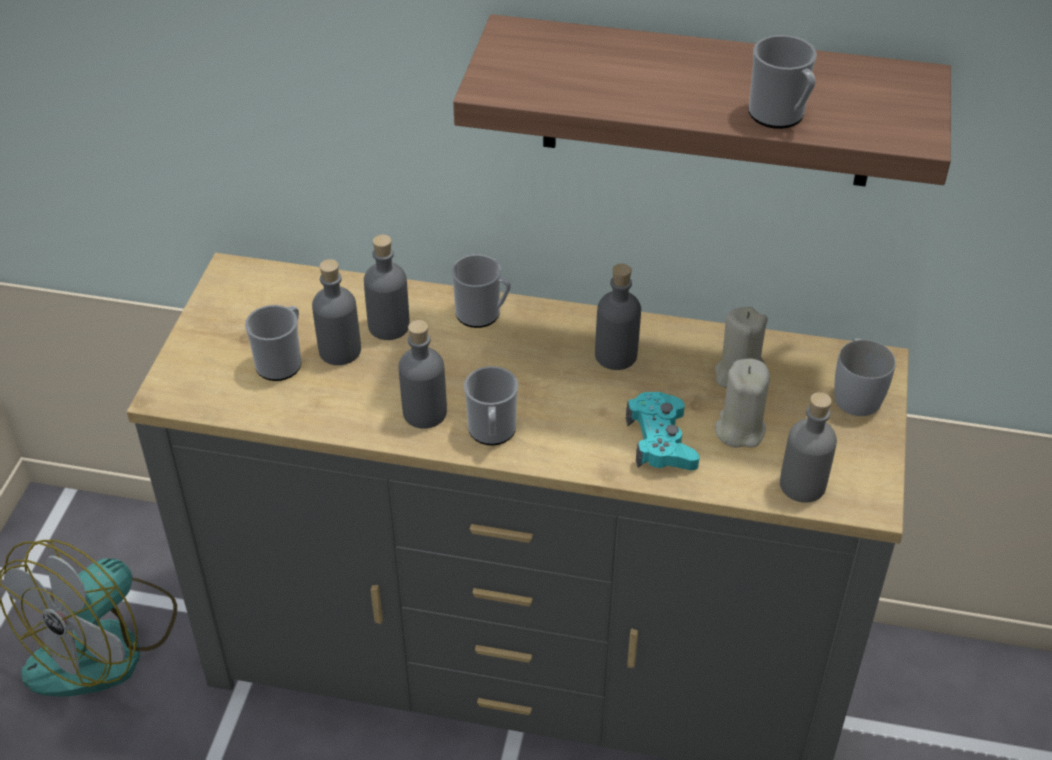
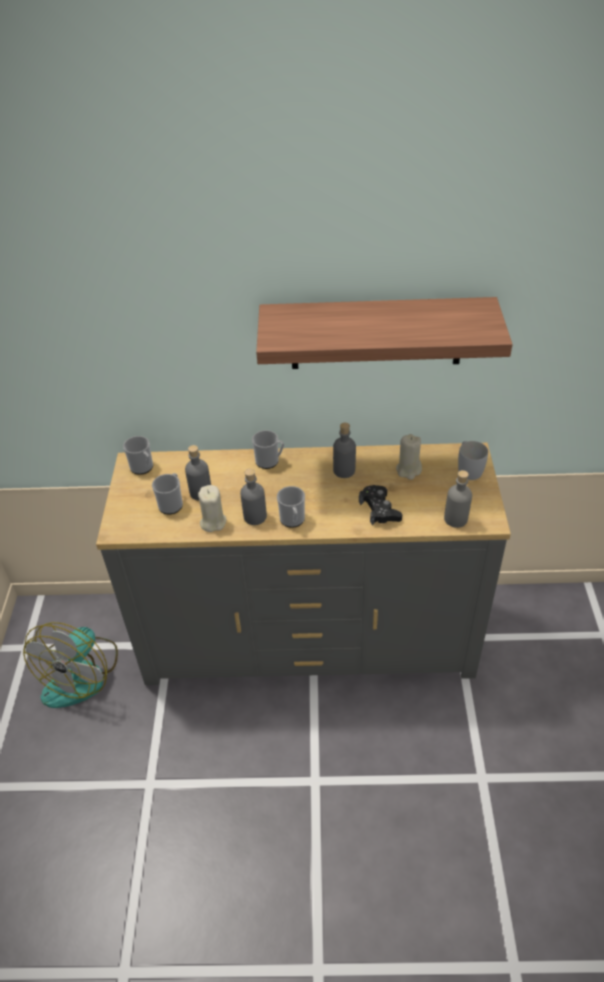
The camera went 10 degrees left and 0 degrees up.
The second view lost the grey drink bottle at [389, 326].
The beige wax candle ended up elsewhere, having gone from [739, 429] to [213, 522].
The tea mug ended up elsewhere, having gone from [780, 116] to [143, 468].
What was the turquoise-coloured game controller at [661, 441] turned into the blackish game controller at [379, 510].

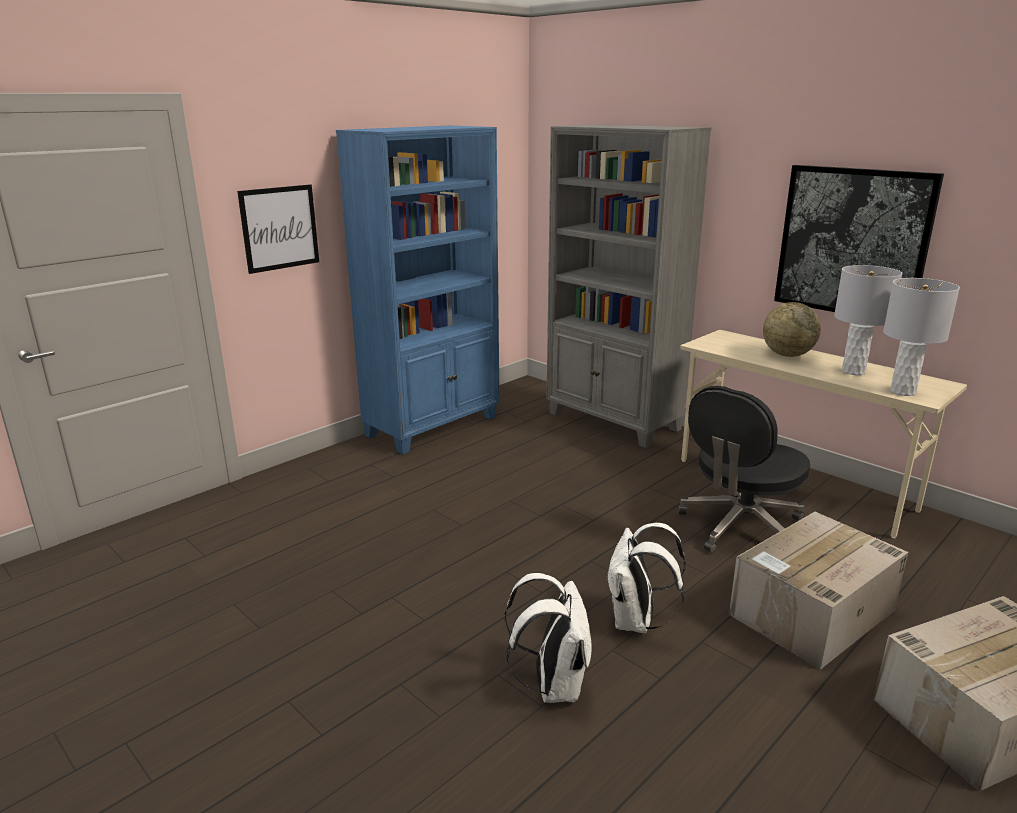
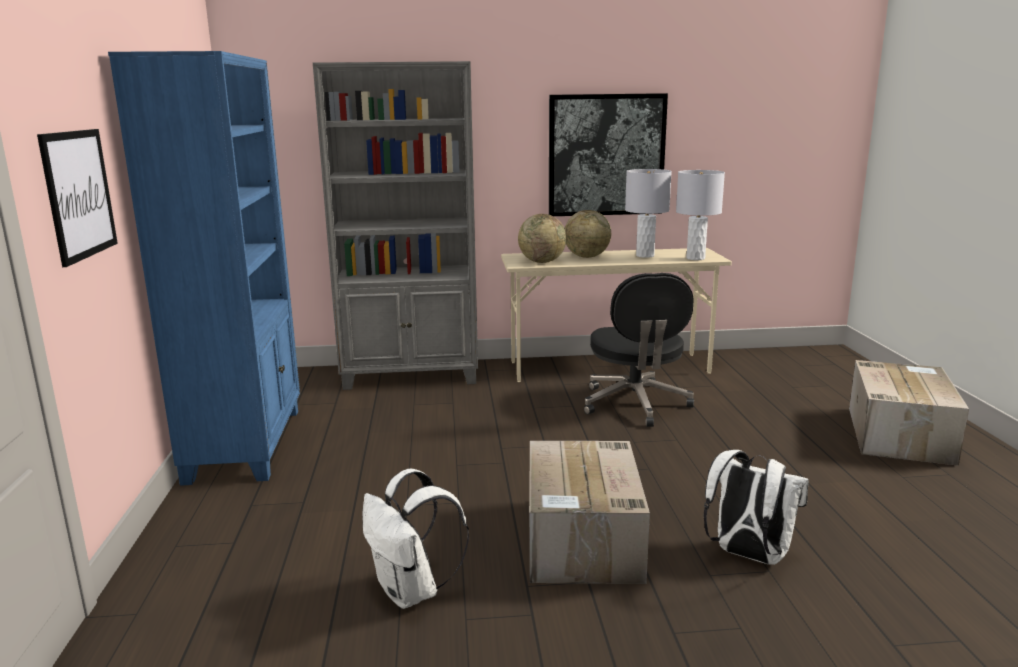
The camera went 50 degrees left and 5 degrees down.
The second view gained the world globe at [542, 262].
The white-coloured knapsack ended up elsewhere, having gone from [636, 622] to [412, 592].
The cardboard box ended up elsewhere, having gone from [811, 613] to [583, 540].

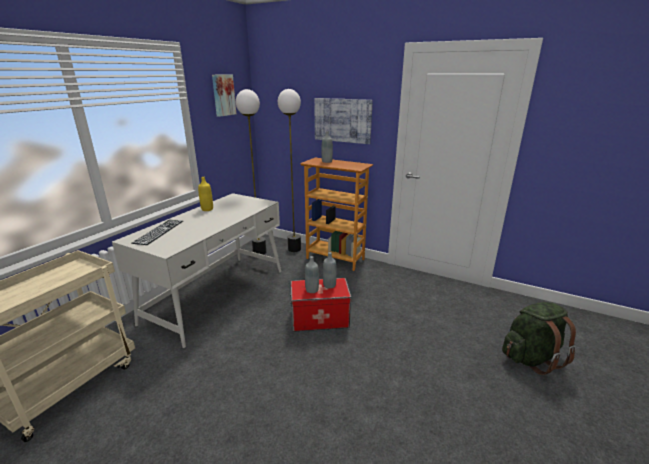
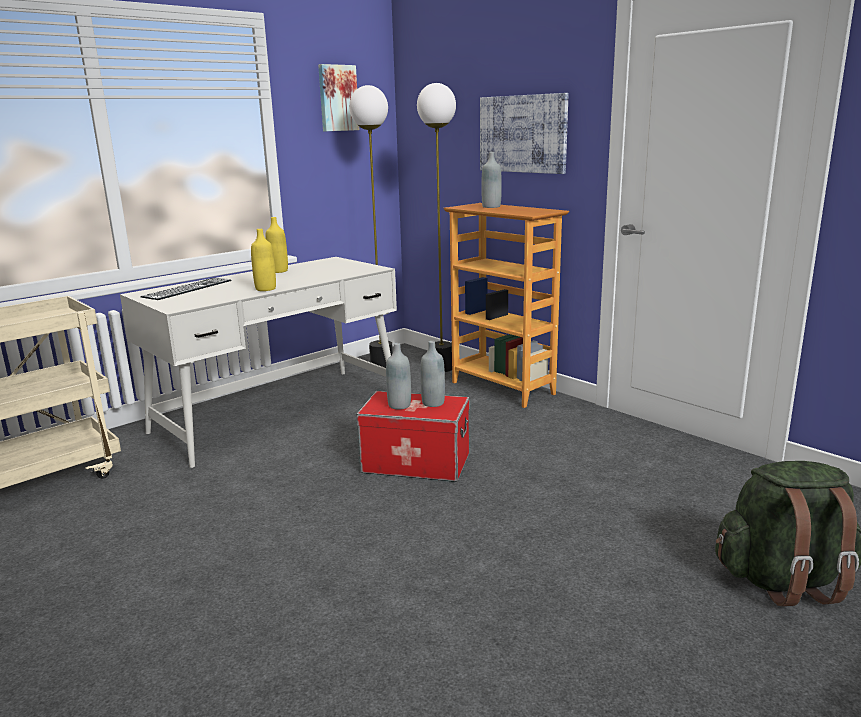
The camera went 20 degrees right and 5 degrees down.
The second view gained the yellow drink bottle at [265, 289].

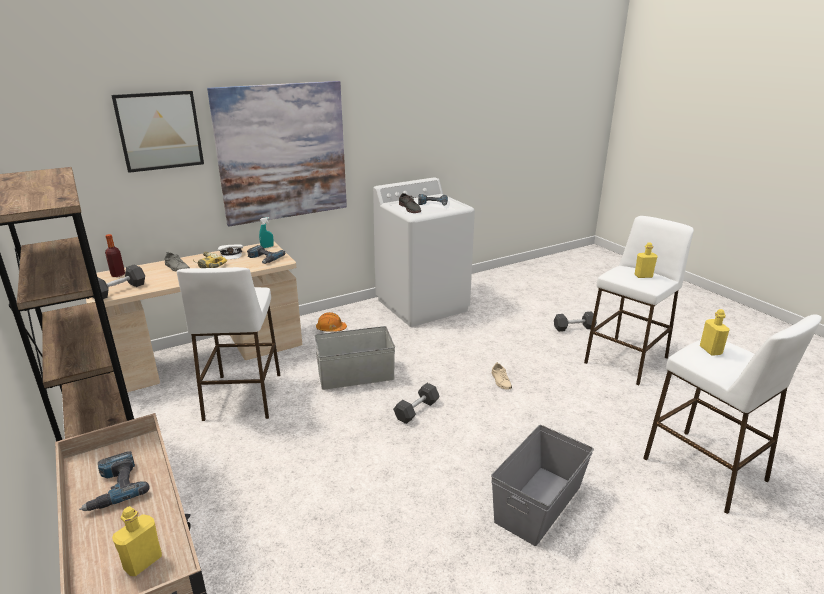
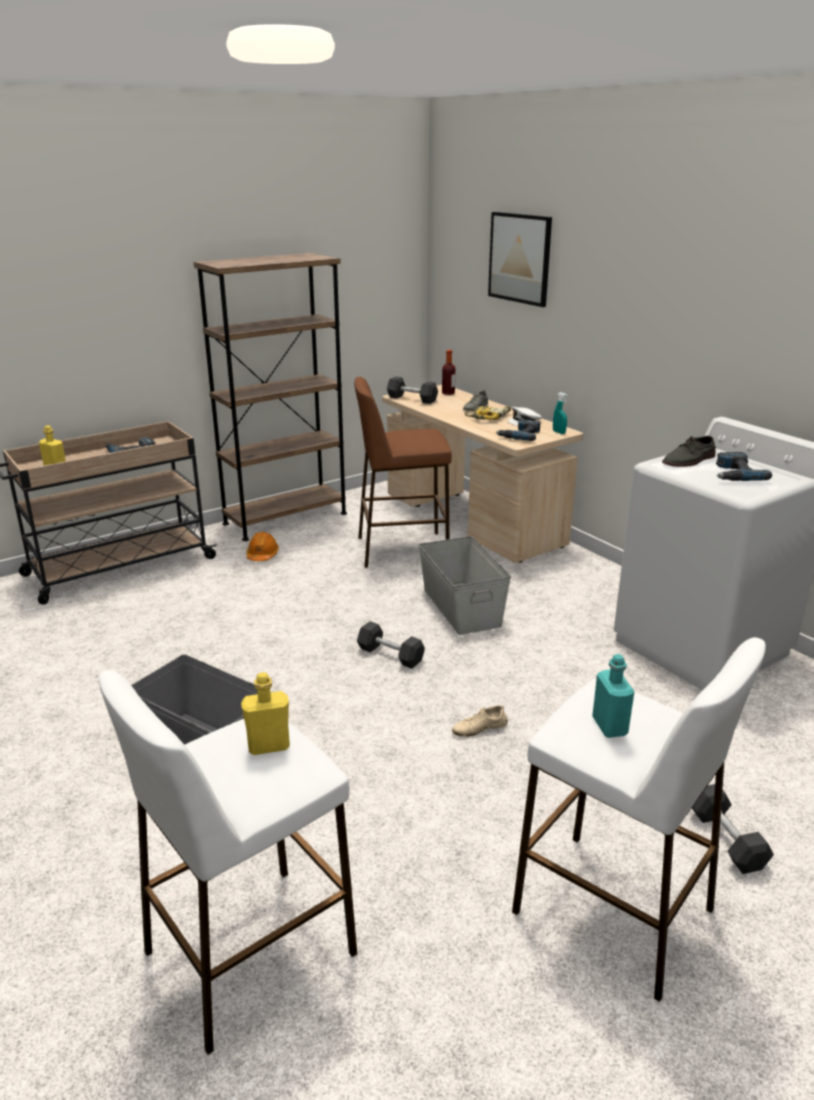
The camera went 85 degrees right and 0 degrees up.
The second view lost the picture at [282, 152].
The orange work helmet ended up elsewhere, having gone from [331, 329] to [262, 555].
What was the white-coloured stool seat at [243, 397] turned into the brown-coloured stool seat at [401, 549].
What was the yellow drink bottle at [643, 276] turned into the turquoise-coloured drink bottle at [609, 726].

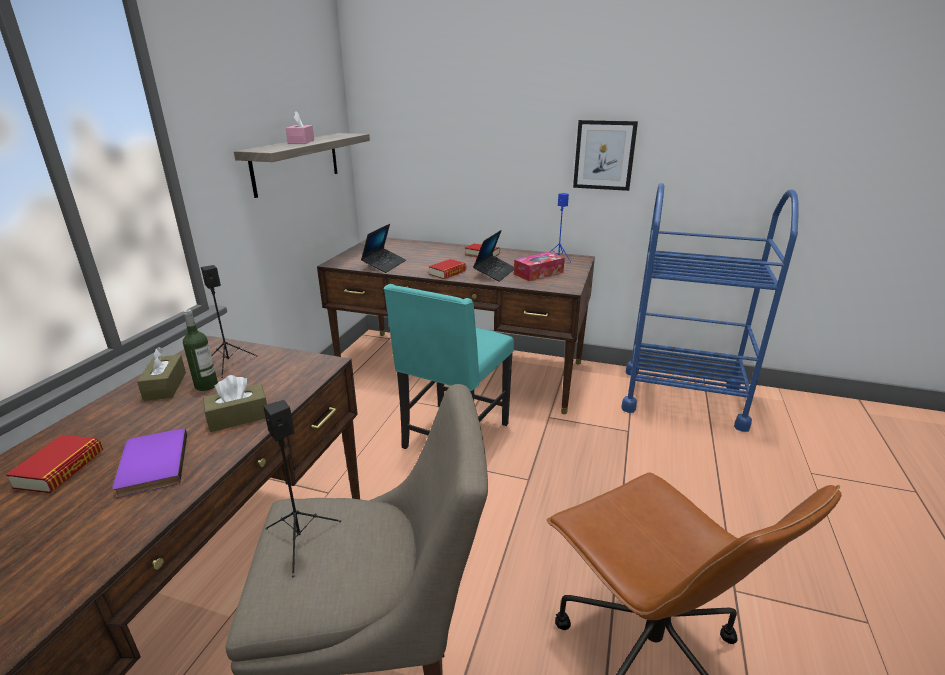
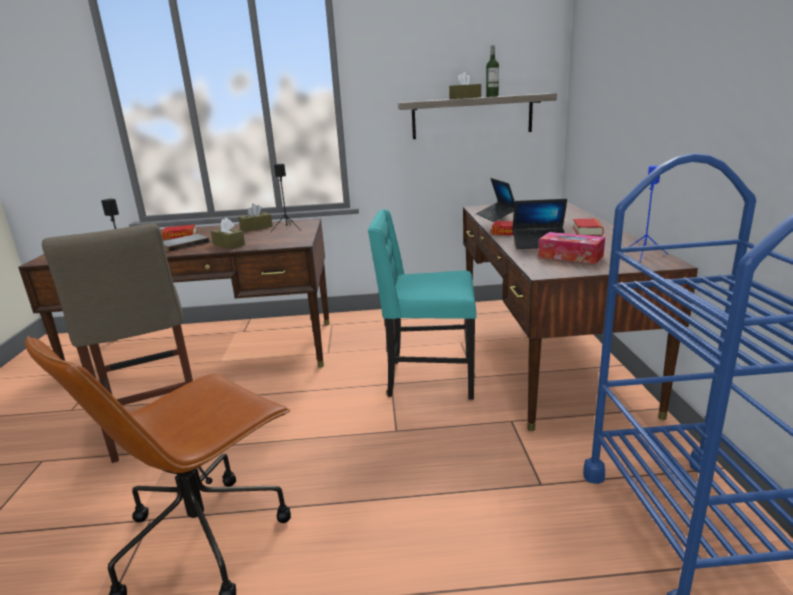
The camera went 70 degrees right and 5 degrees down.
The second view lost the picture at [604, 155].
The drink bottle ended up elsewhere, having gone from [206, 385] to [492, 96].
What was the purplish volume at [150, 465] turned into the grey volume at [183, 244].
What was the pink-coloured tissue box at [301, 142] turned into the brown-coloured tissue box at [465, 98].
The laptop at [384, 264] ended up facing another way, 75 degrees clockwise from before.

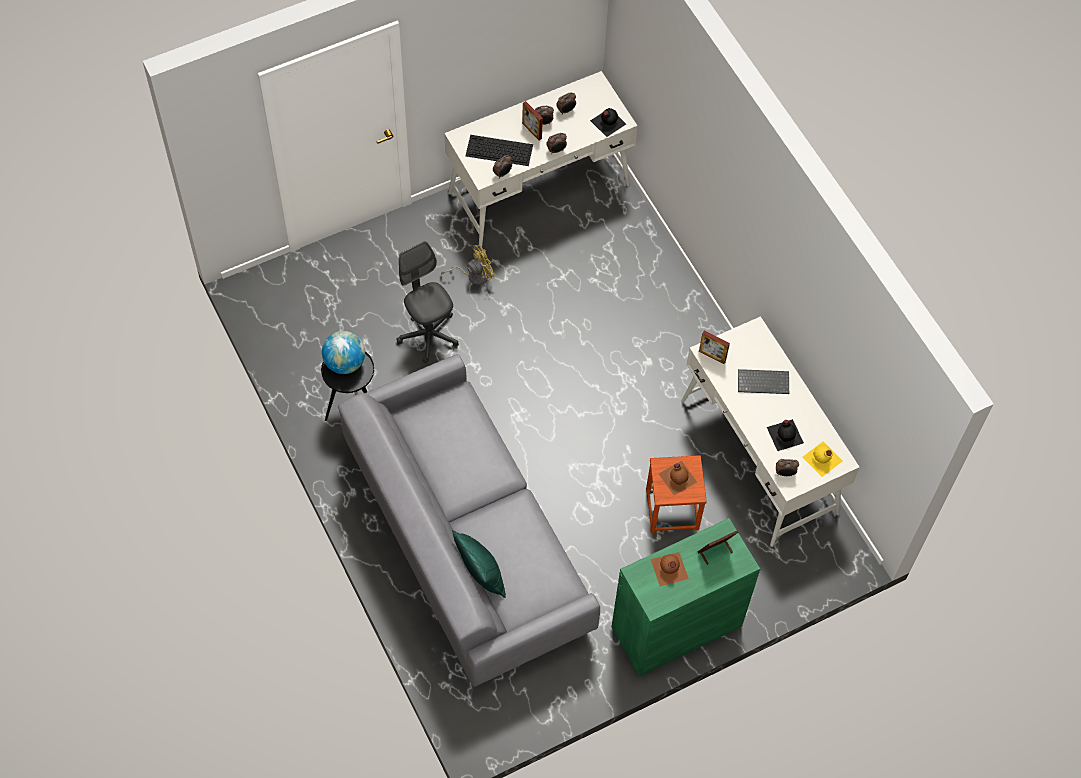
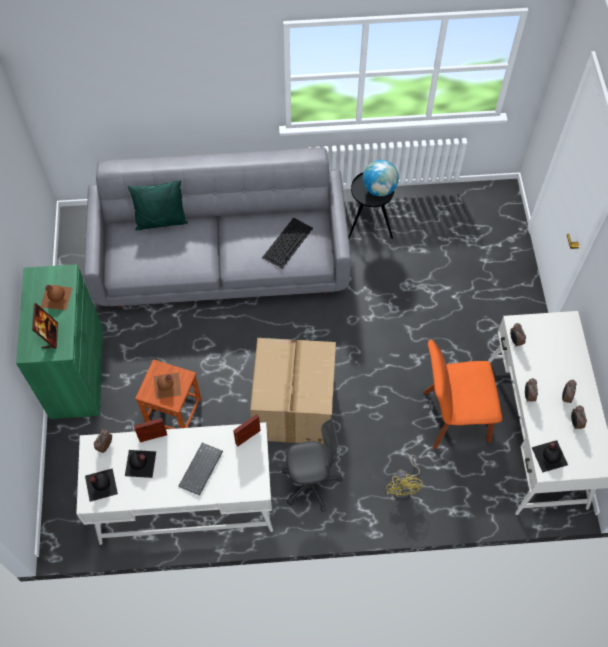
The camera went 115 degrees right and 0 degrees up.
The second view gained the cardboard box at [293, 406].
The second view gained the orange upright chair at [452, 417].
The grey computer chair ended up elsewhere, having gone from [428, 335] to [310, 484].
The yellow fan ended up elsewhere, having gone from [473, 275] to [404, 485].
The computer keyboard ended up elsewhere, having gone from [498, 150] to [288, 242].
The standing frame ended up elsewhere, having gone from [532, 131] to [153, 437].
What was the yellow drink bottle at [822, 459] turned into the blackish drink bottle at [100, 484].

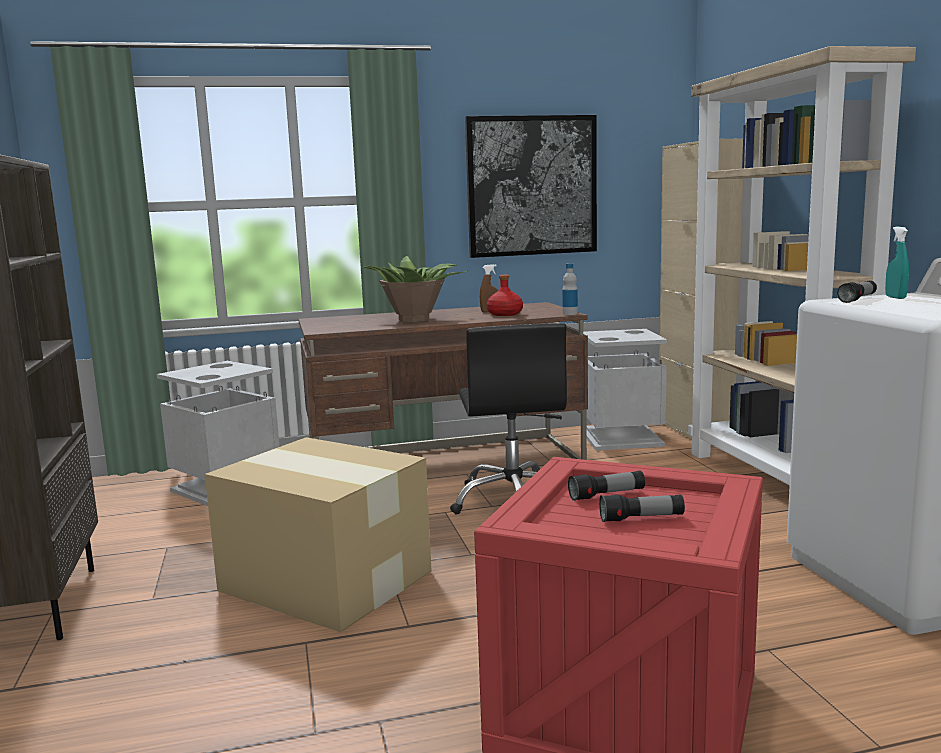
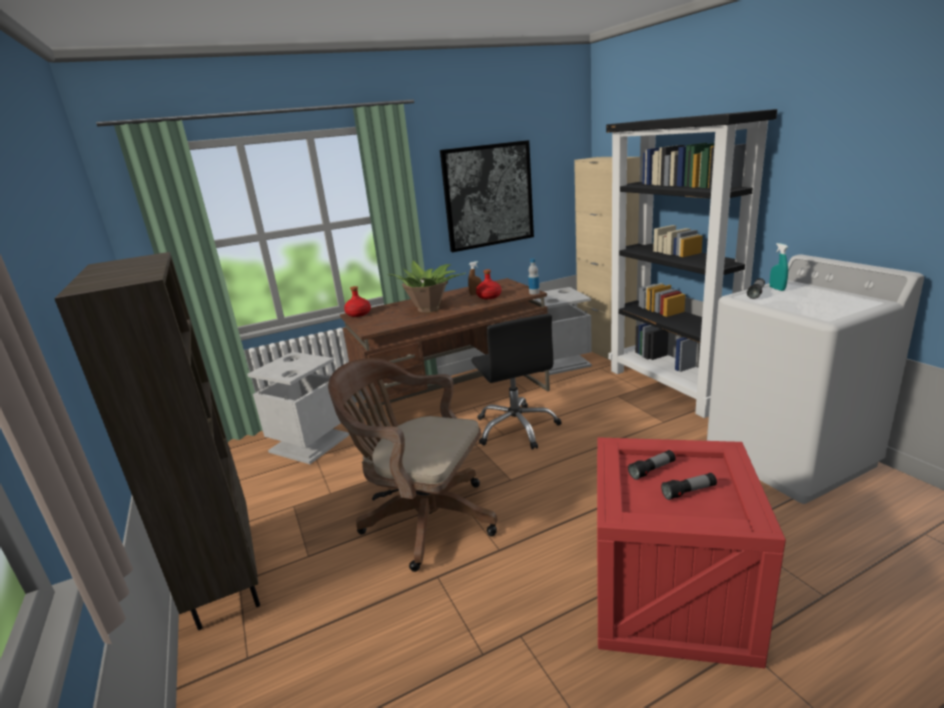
The camera went 10 degrees left and 10 degrees up.
The second view gained the reddish drink bottle at [358, 314].
Where the cardboard box stood at [325, 580], the brown-coloured computer chair came to stand at [423, 518].
What was the beige bookcase at [774, 479] turned into the blackish bookcase at [671, 386].

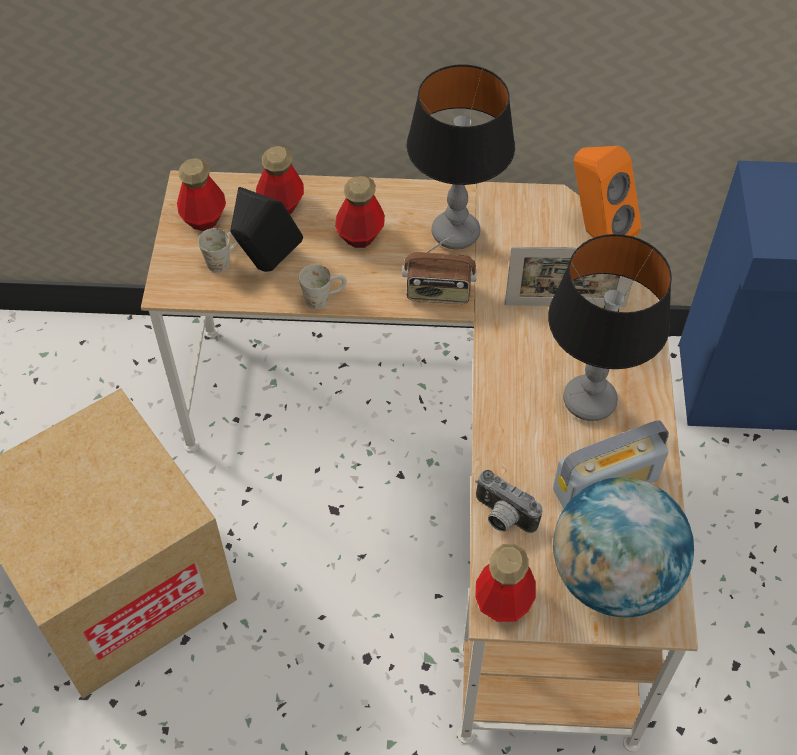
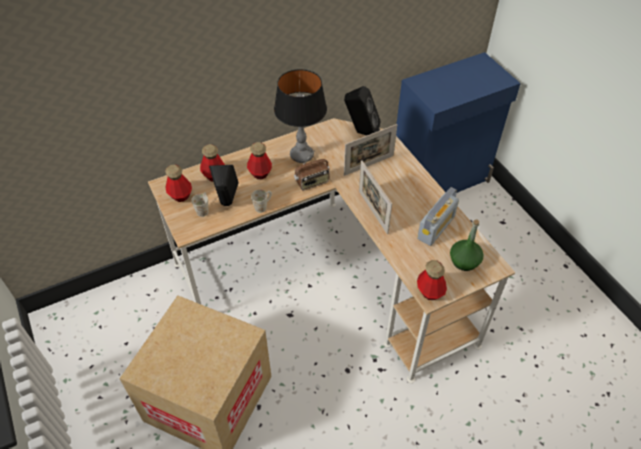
The camera went 30 degrees left and 5 degrees down.
The second view lost the still camera at [501, 517].
The second view lost the lamp for a table at [590, 401].
The second view gained the standing frame at [373, 212].
Where the world globe stood at [612, 576], the greenish drink bottle came to stand at [464, 261].
What was the orange speaker at [596, 234] turned into the blackish speaker at [361, 132].

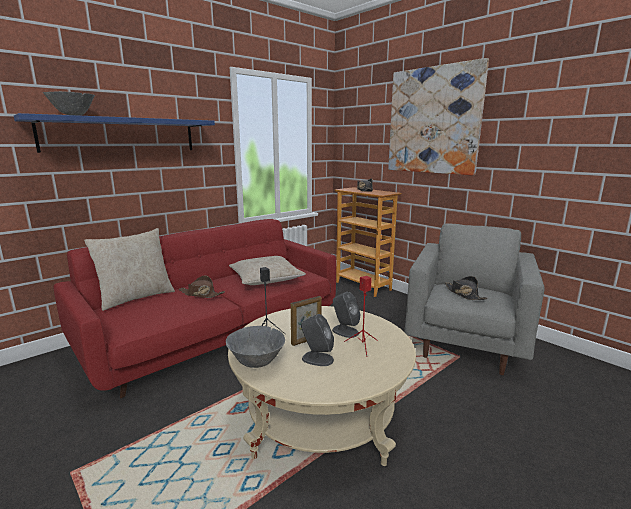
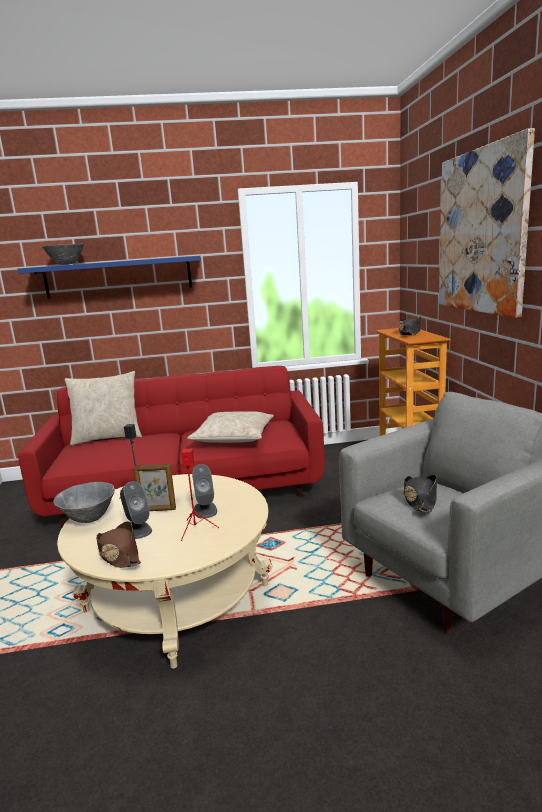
The camera went 35 degrees right and 0 degrees up.
The brown-coloured hat ended up elsewhere, having gone from [201, 294] to [118, 554].

